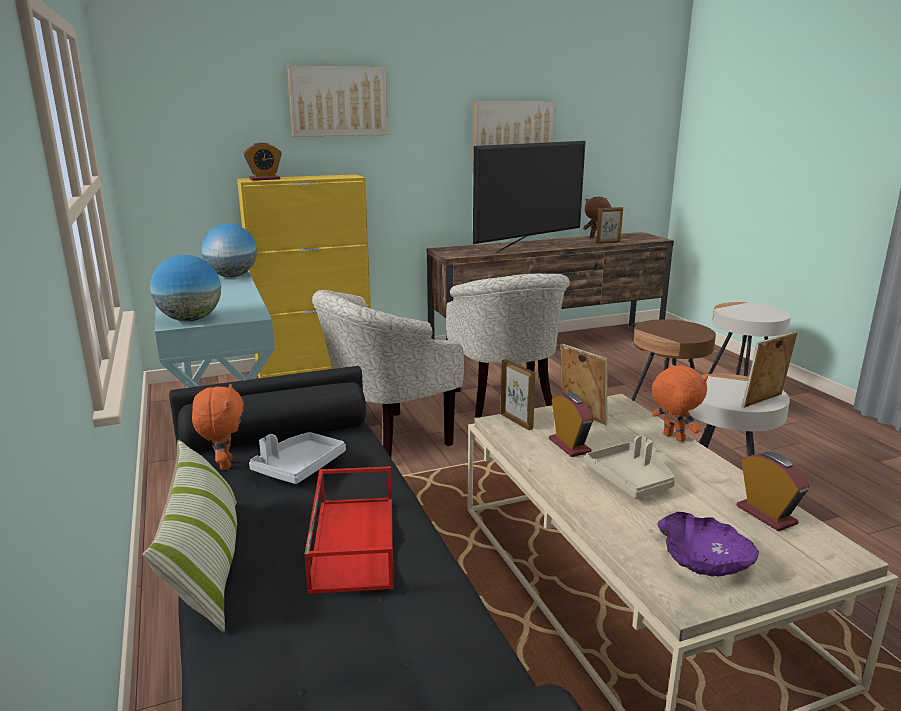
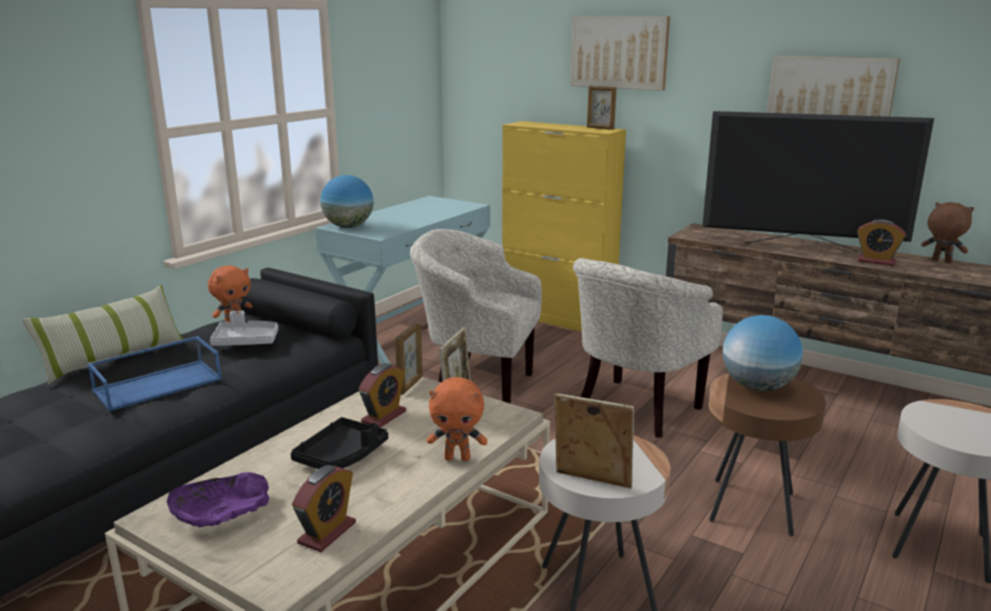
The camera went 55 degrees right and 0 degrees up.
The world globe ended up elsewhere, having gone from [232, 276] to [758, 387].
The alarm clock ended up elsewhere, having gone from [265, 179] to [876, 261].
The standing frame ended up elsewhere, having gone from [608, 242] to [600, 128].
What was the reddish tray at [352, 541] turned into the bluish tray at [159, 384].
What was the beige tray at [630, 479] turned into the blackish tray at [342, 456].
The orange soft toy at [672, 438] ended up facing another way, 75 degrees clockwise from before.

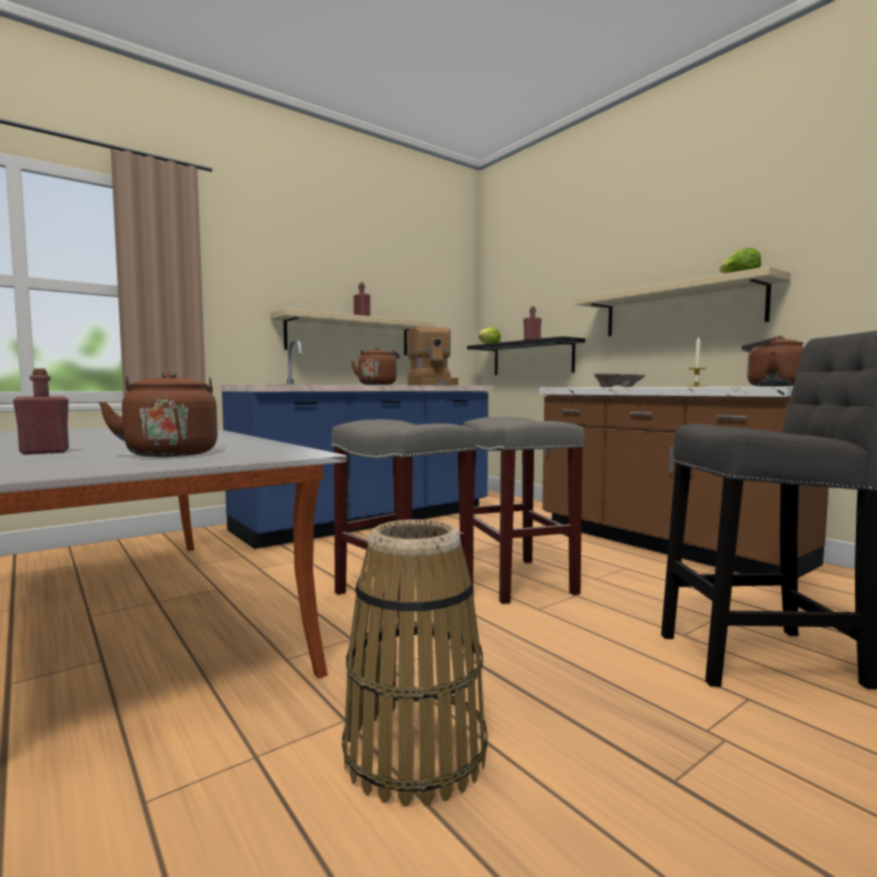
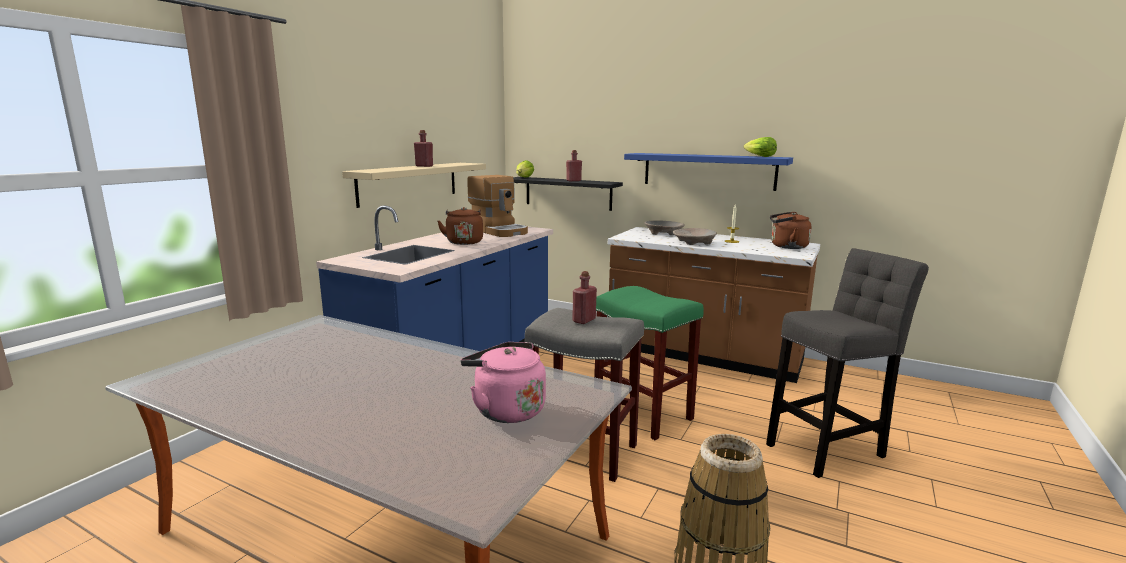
The camera went 25 degrees left and 10 degrees up.
The second view gained the beige bowl at [694, 243].
The reddish drink bottle ended up elsewhere, having gone from [44, 452] to [584, 320].
What was the brown-coloured tea kettle at [171, 453] turned into the pink-coloured tea kettle at [506, 410].
What was the grey stool seat at [518, 580] turned into the greenish stool seat at [644, 414].
What was the beige shelf at [680, 309] turned into the bluish shelf at [708, 171].

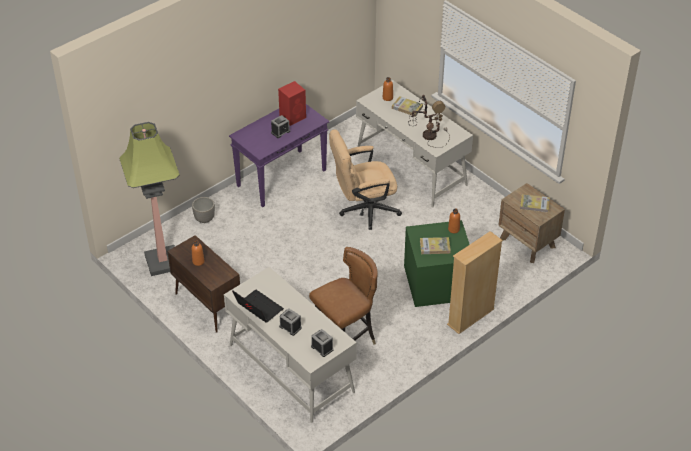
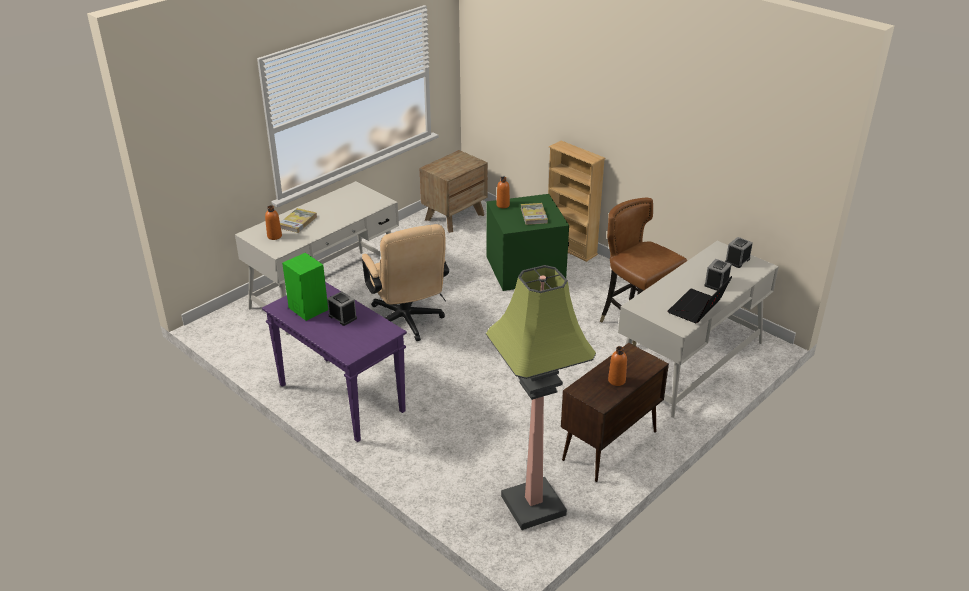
The camera went 95 degrees left and 10 degrees down.
The second view lost the planter at [204, 219].
The second view lost the lamp for a table at [428, 135].
The second view lost the volume at [534, 204].
What was the reddish speaker at [293, 117] turned into the greenish speaker at [307, 308].

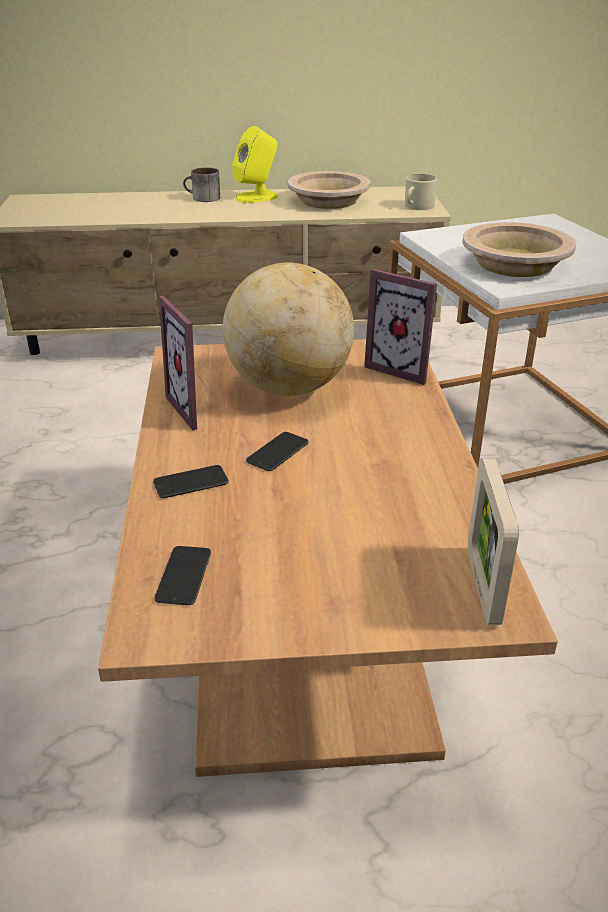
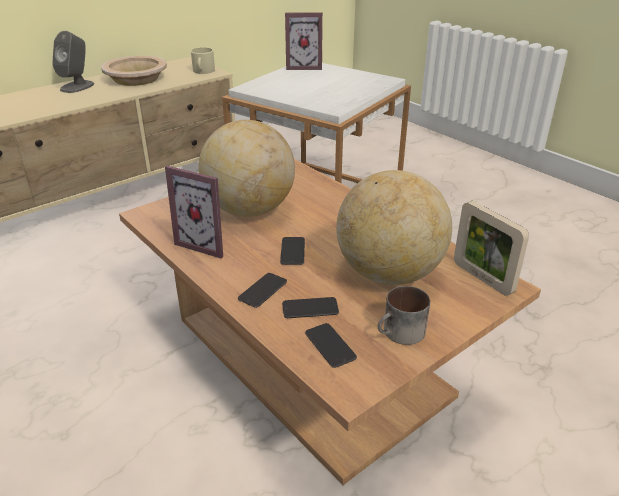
The camera went 35 degrees left and 0 degrees up.
The second view lost the beige bowl at [515, 264].
The second view gained the handset at [310, 308].
The second view gained the world globe at [389, 274].
The tea mug ended up elsewhere, having gone from [202, 198] to [401, 334].
The standing frame ended up elsewhere, having gone from [403, 368] to [304, 67].
What was the yellow speaker at [257, 197] turned into the grey speaker at [77, 86].

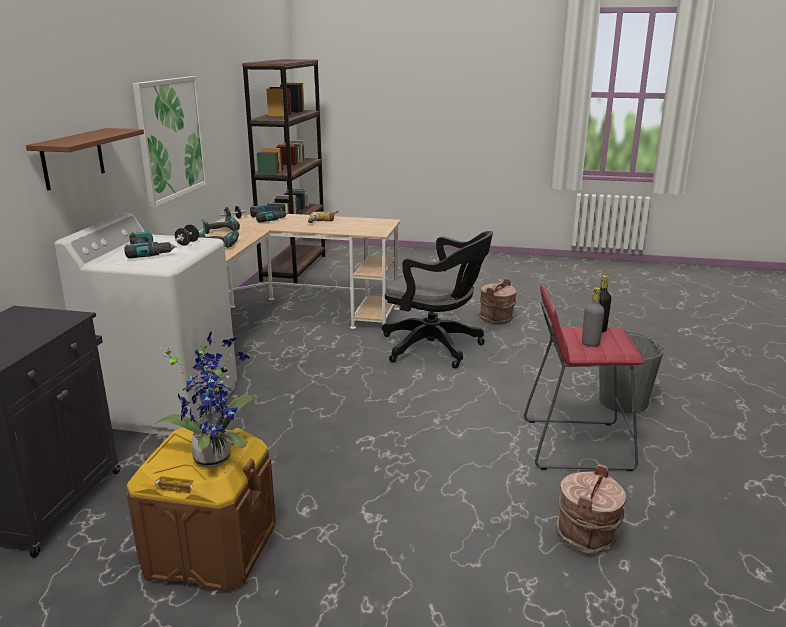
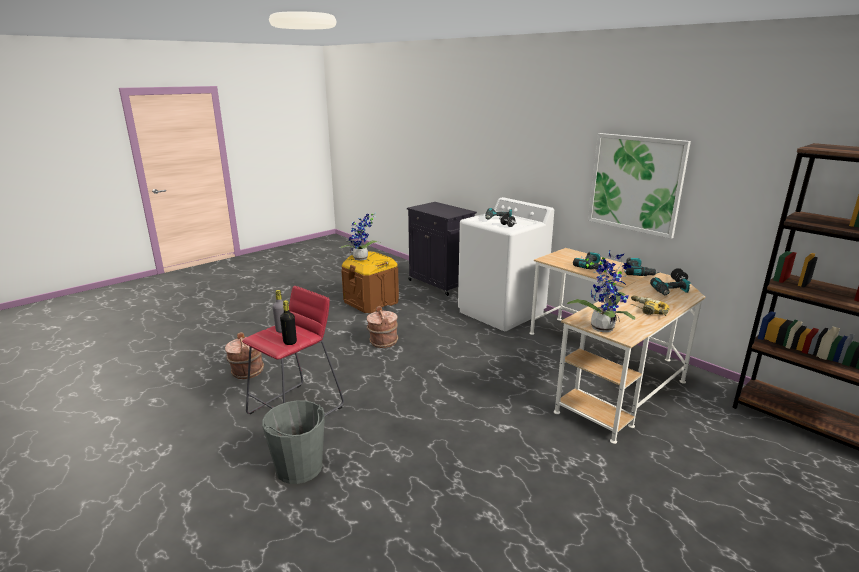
The camera went 125 degrees right and 0 degrees up.
The second view lost the brown-coloured shelf at [73, 158].
The second view lost the blackish computer chair at [436, 348].
The second view gained the potted plant at [602, 327].
The brown-coloured water bucket ended up elsewhere, having gone from [496, 319] to [383, 341].

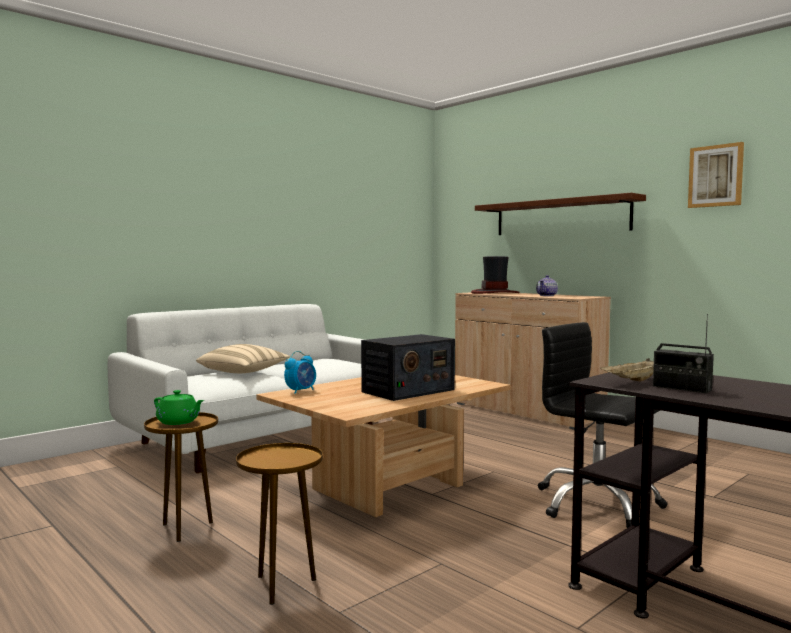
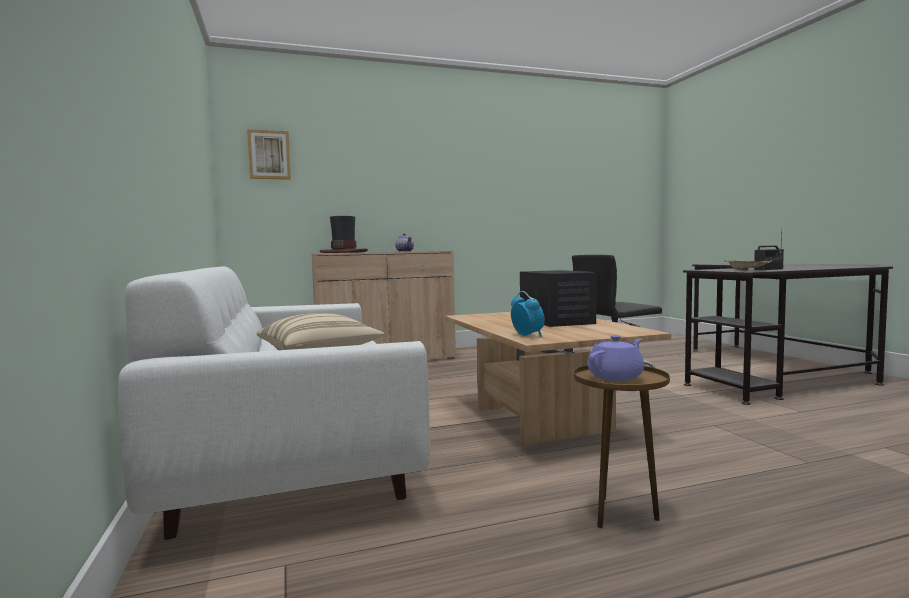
The camera went 65 degrees left and 0 degrees up.
The second view lost the brown-coloured side table at [282, 586].
The second view lost the brown-coloured shelf at [560, 217].
The picture ended up elsewhere, having gone from [715, 176] to [269, 155].
What was the greenish teapot at [178, 422] turned into the purplish teapot at [616, 377].

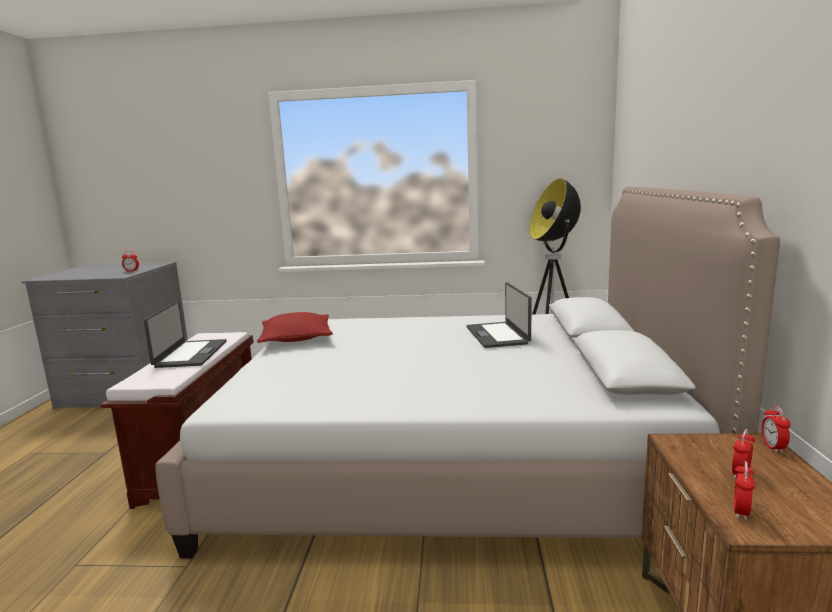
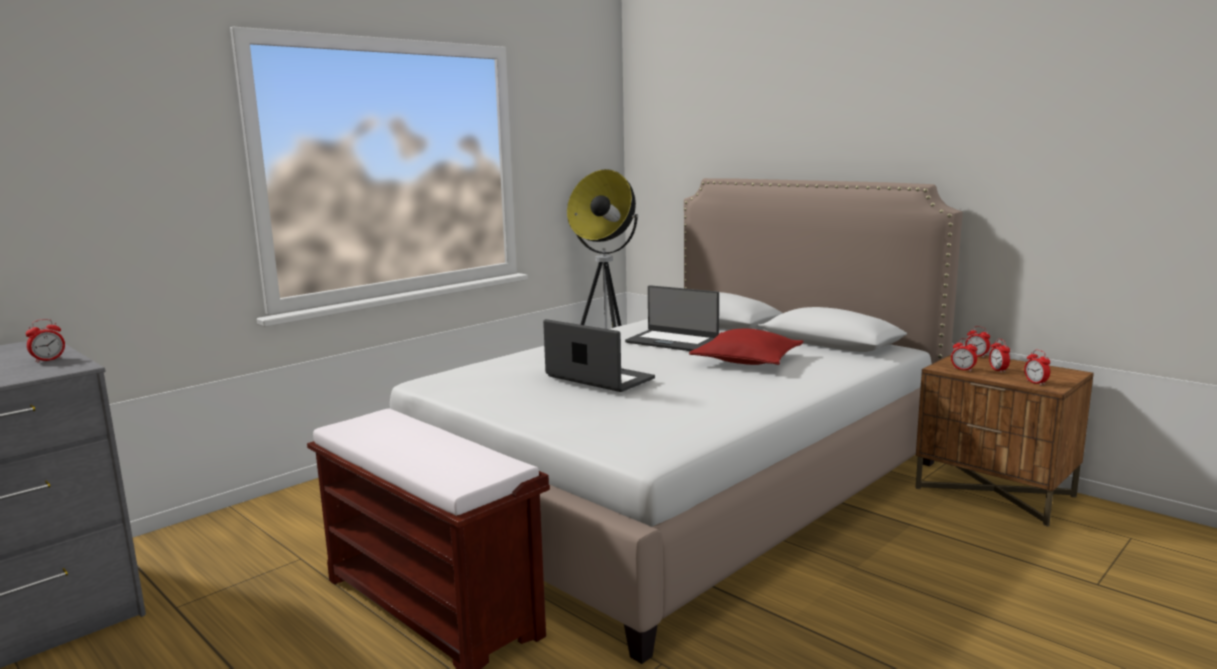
The camera went 50 degrees left and 0 degrees up.
The second view gained the alarm clock at [963, 369].
The laptop ended up elsewhere, having gone from [190, 354] to [598, 378].
The reddish throw pillow ended up elsewhere, having gone from [296, 338] to [747, 361].

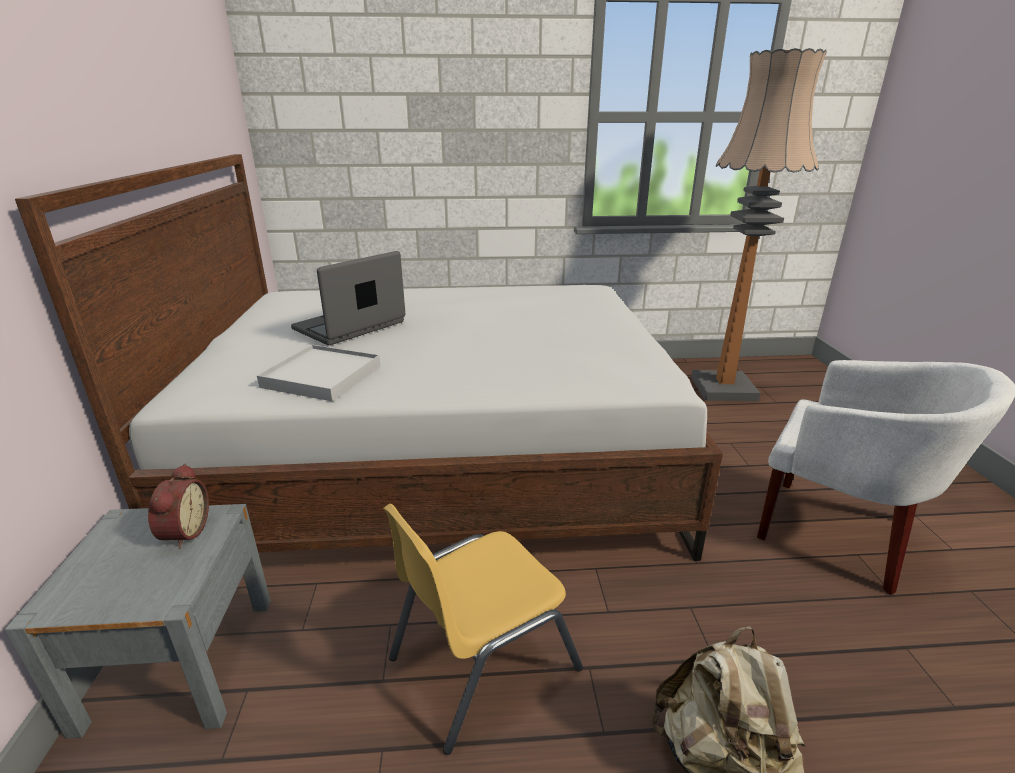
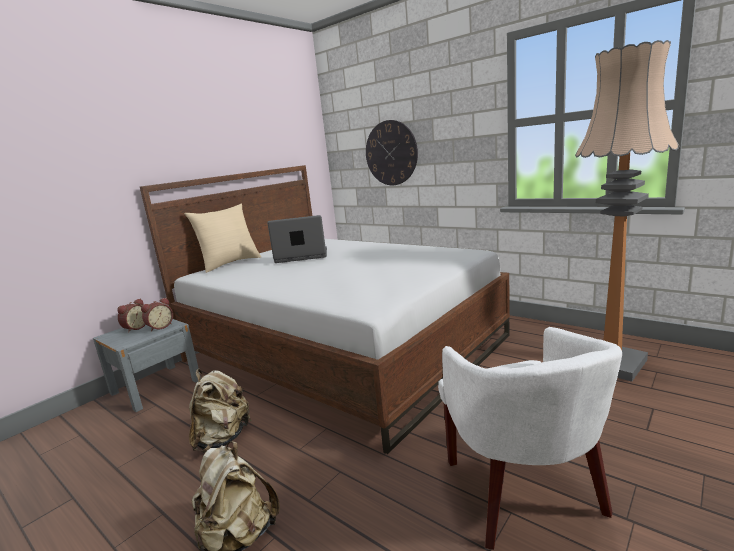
The camera went 45 degrees right and 10 degrees down.
The second view lost the white-coloured tray at [322, 376].
The second view gained the alarm clock at [135, 328].
The second view gained the beige throw pillow at [230, 263].
The second view gained the clock on the wall at [391, 153].
Where the yellow upright chair stood at [482, 662], the beige knapsack came to stand at [223, 438].

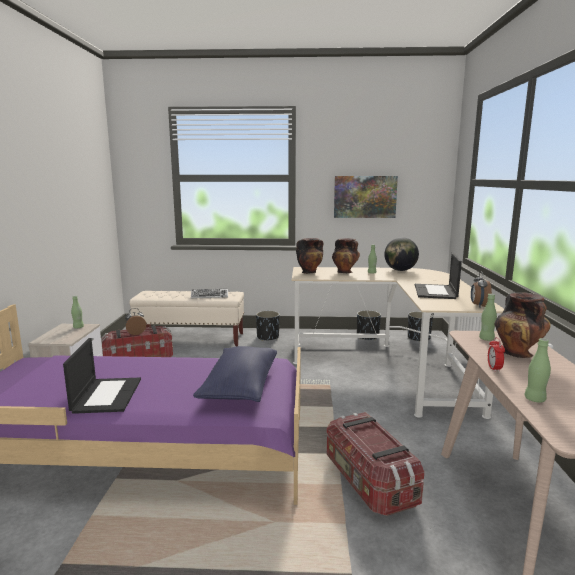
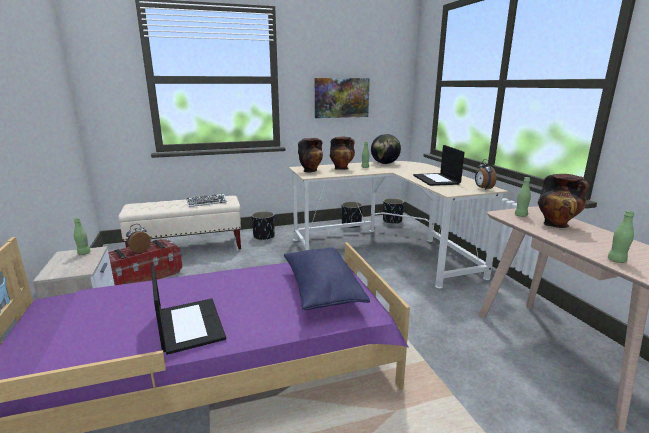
The camera went 20 degrees left and 5 degrees up.
The second view lost the storage bin at [368, 482].
The second view lost the alarm clock at [494, 369].

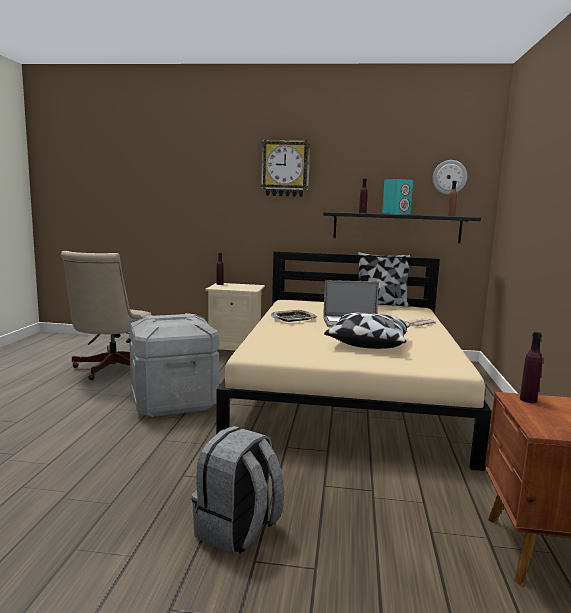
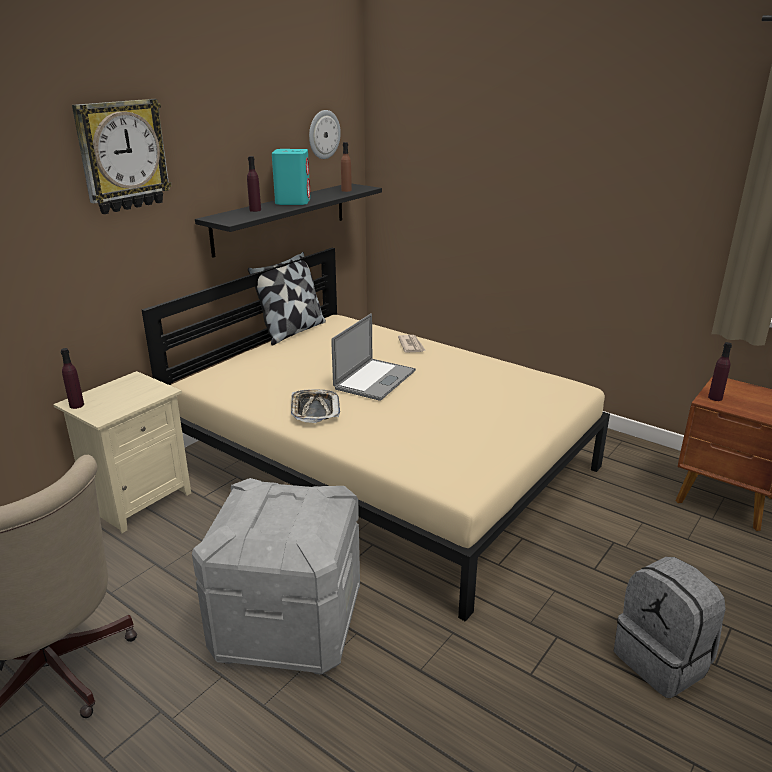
The camera went 60 degrees left and 15 degrees up.
The second view lost the throw pillow at [368, 343].

